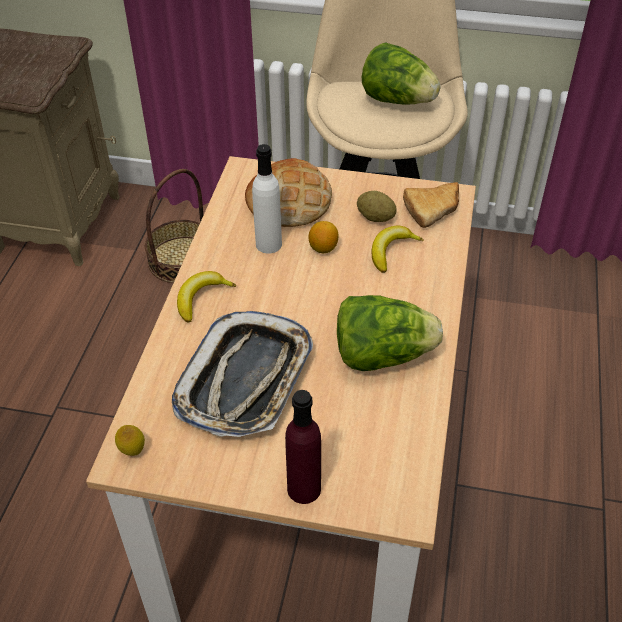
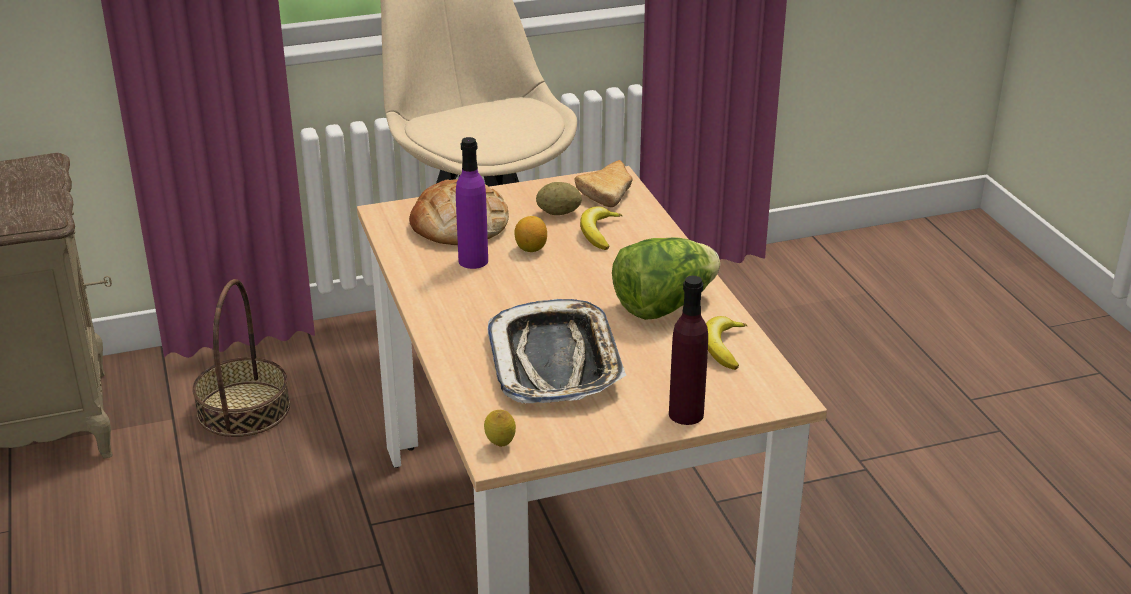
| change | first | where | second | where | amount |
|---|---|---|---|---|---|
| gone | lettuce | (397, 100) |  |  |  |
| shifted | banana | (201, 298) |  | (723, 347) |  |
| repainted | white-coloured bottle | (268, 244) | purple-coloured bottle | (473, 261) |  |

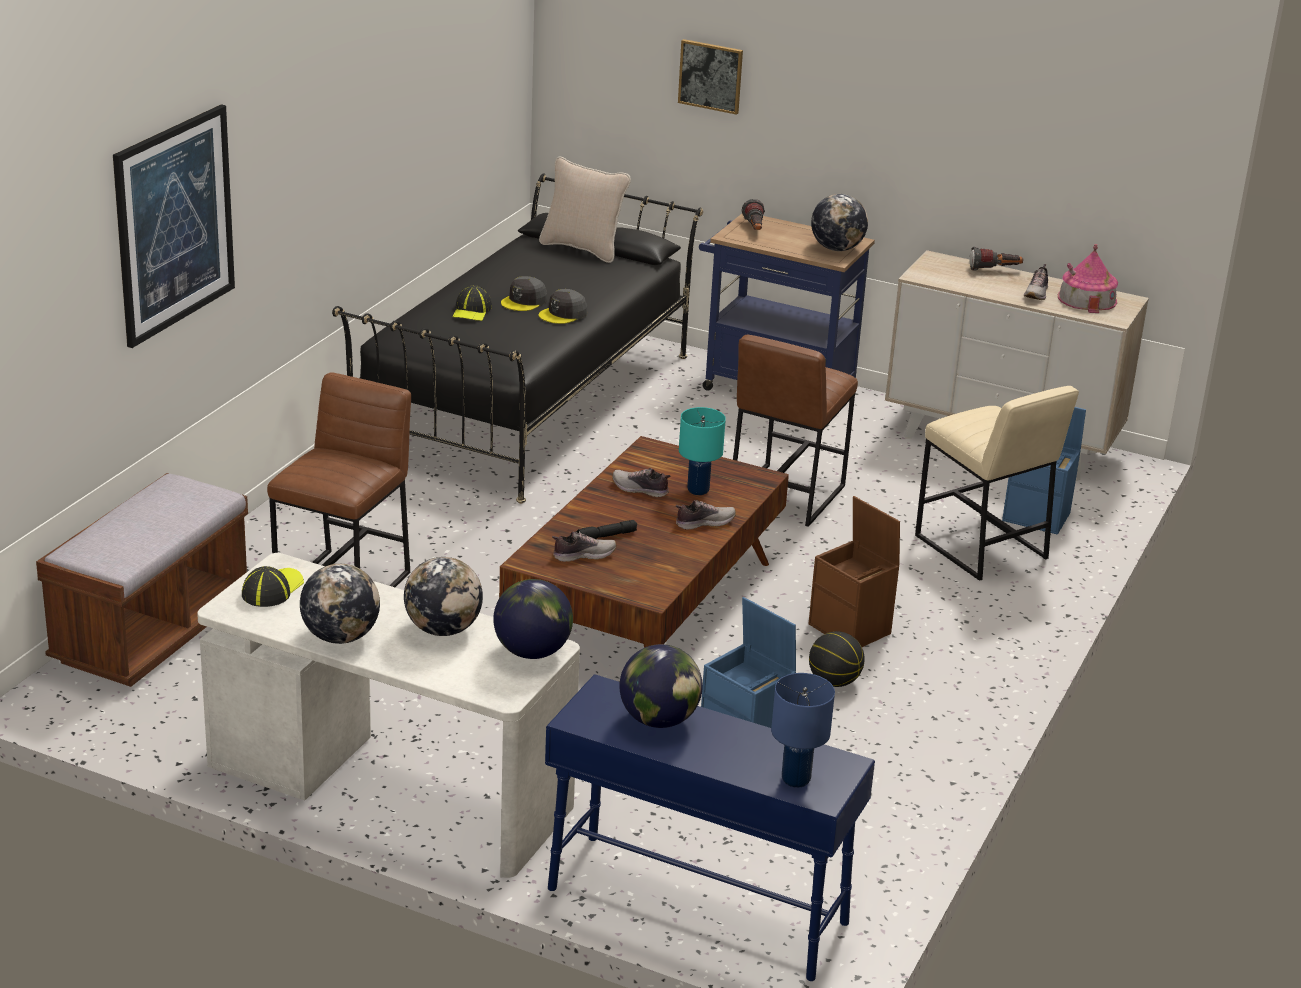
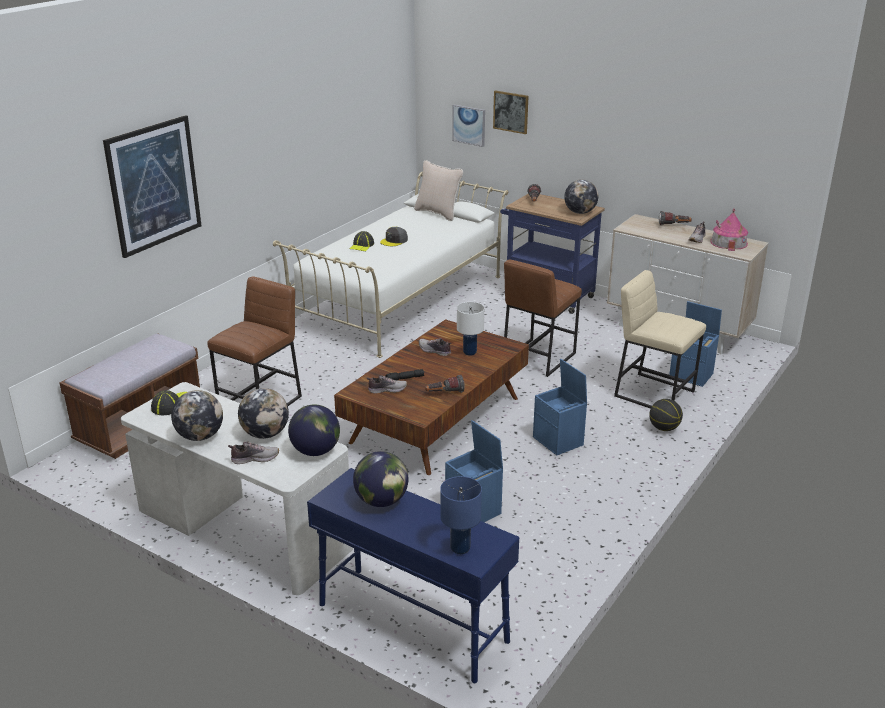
| change | first | where | second | where | amount |
|---|---|---|---|---|---|
| gone | grey baseball cap | (563, 314) |  |  |  |
| new |  |  | hand torch | (444, 393) |  |
| new |  |  | wall picture | (469, 125) |  |
| shifted | low shoe | (704, 523) |  | (255, 458) |  |
| shifted | basketball | (834, 682) |  | (664, 428) |  |
| repainted | black-coloured sleeping bed | (525, 403) | white-coloured sleeping bed | (399, 301) |  |
| repainted | turquoise tabletop lamp | (698, 491) | white-coloured tabletop lamp | (470, 353) |  |
| repainted | brown-coloured storage container | (851, 629) | bluish storage container | (559, 441) |  |
| rotated | beige-coloured chair | (982, 548) |  | (653, 393) | 150 degrees clockwise |

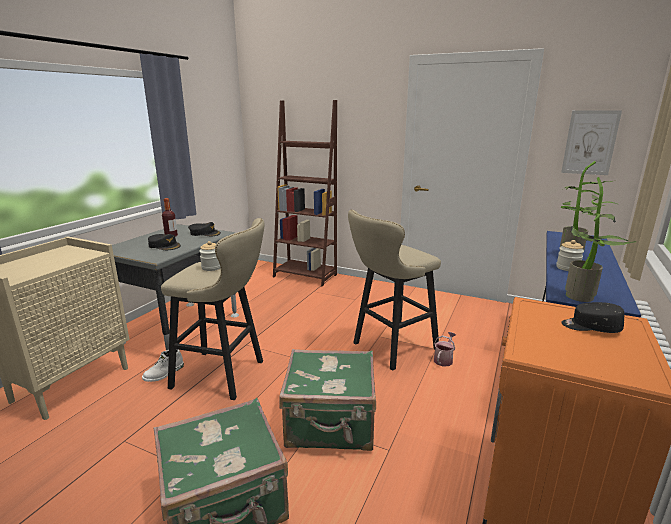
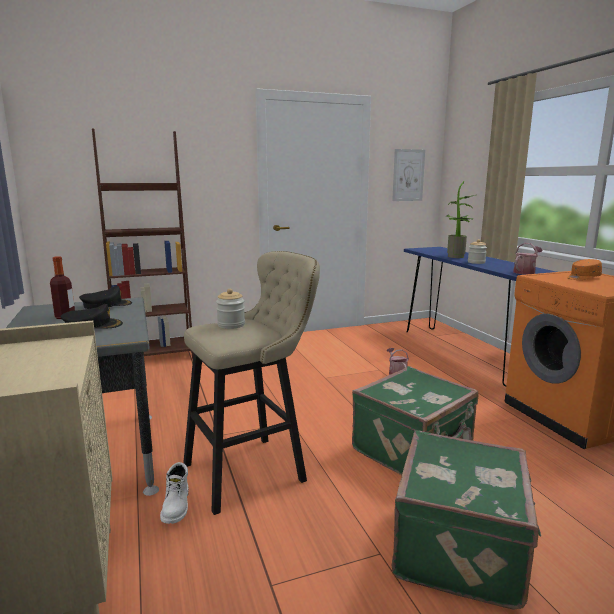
| change | first | where | second | where | amount |
|---|---|---|---|---|---|
| gone | beige-coloured stool | (388, 349) |  |  |  |
| swapped | houseplant | (584, 297) | watering can | (525, 272) |  |
| repainted | black-coloured baseball cap | (590, 327) | orange-coloured baseball cap | (582, 278) |  |

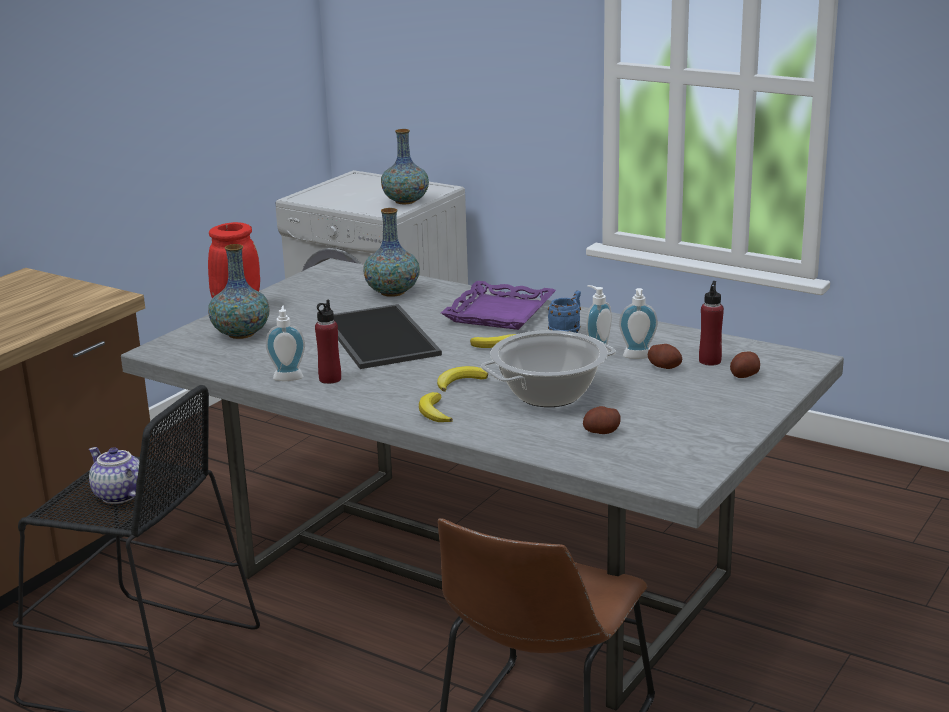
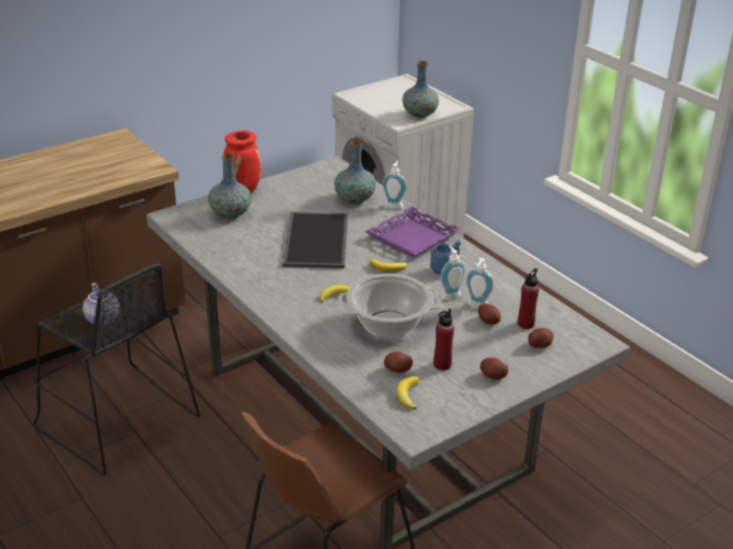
| change | first | where | second | where | amount |
|---|---|---|---|---|---|
| new |  |  | potato | (493, 376) |  |
| shifted | soap bottle | (288, 376) |  | (394, 205) |  |
| shifted | red-coloured bottle | (330, 379) |  | (442, 364) |  |
| shifted | banana | (434, 412) |  | (408, 395) |  |

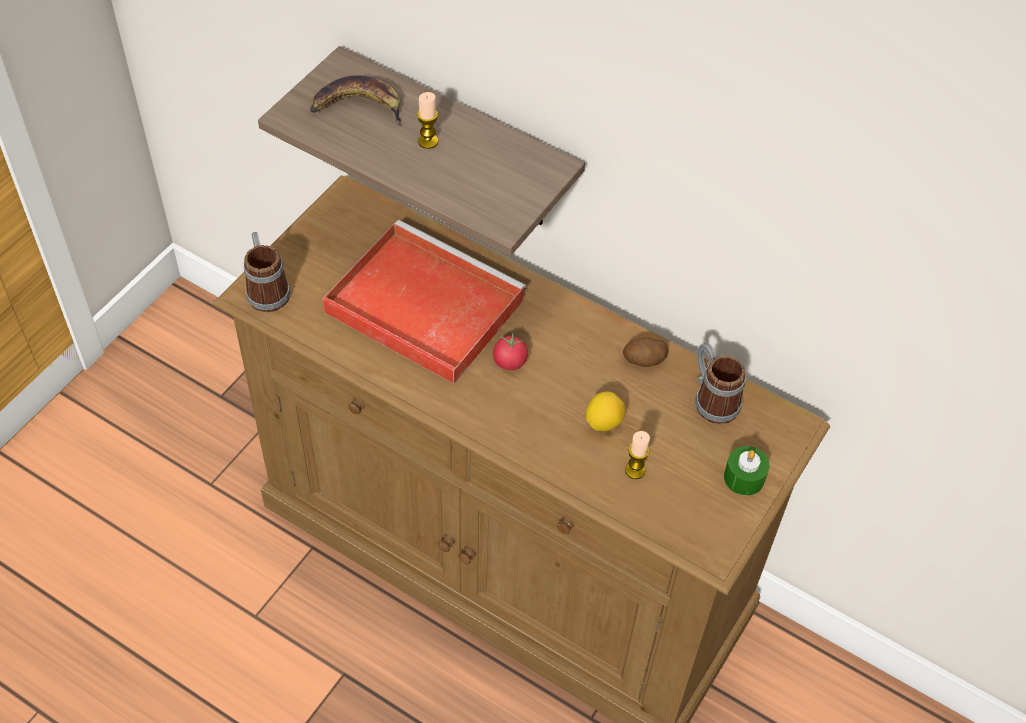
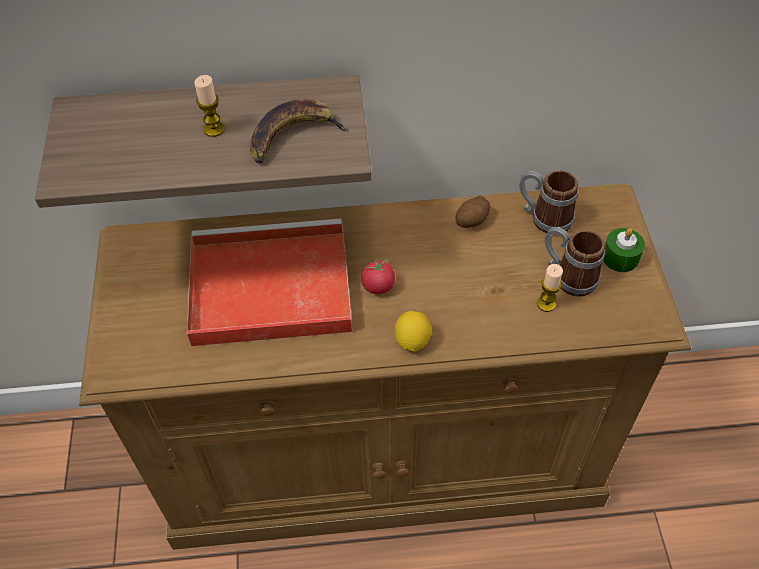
| change | first | where | second | where | amount |
|---|---|---|---|---|---|
| shifted | tea mug | (266, 289) |  | (568, 275) |  |
| shifted | banana | (359, 106) |  | (293, 135) |  |
| shifted | whole lemon | (603, 422) |  | (412, 341) |  |

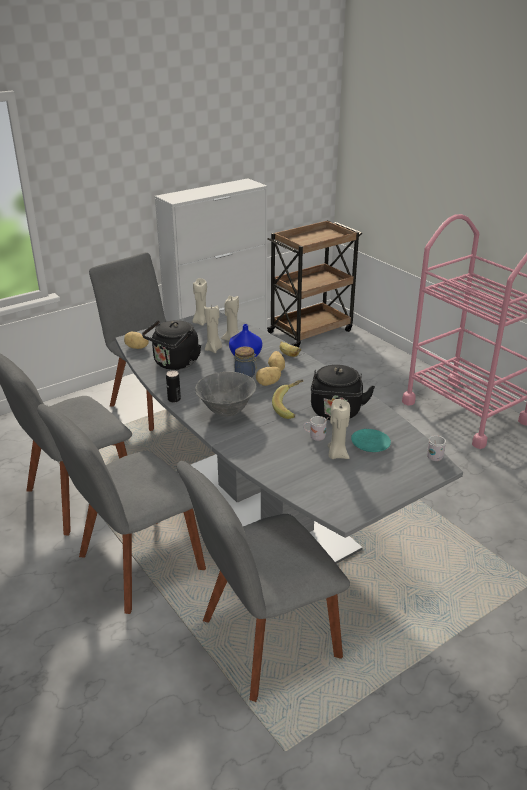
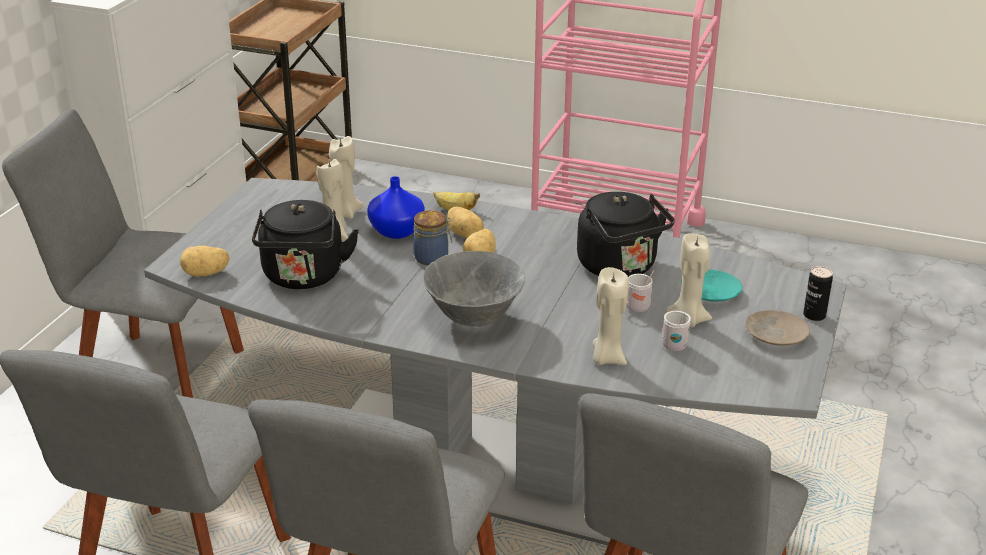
| change | first | where | second | where | amount |
|---|---|---|---|---|---|
| gone | banana | (291, 408) |  |  |  |
| new |  |  | beige-coloured plate | (775, 335) |  |
| shifted | metal can | (174, 399) |  | (814, 315) |  |
| shifted | beige-coloured candle | (201, 322) |  | (607, 358) |  |
| shifted | white-coloured tea mug | (435, 456) |  | (673, 343) |  |

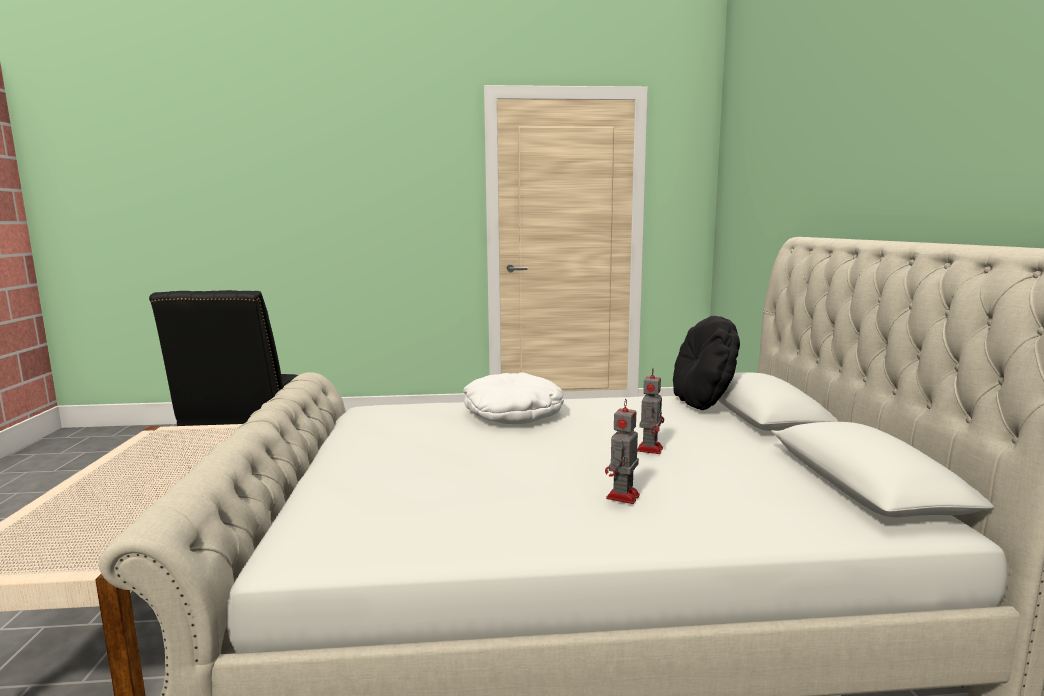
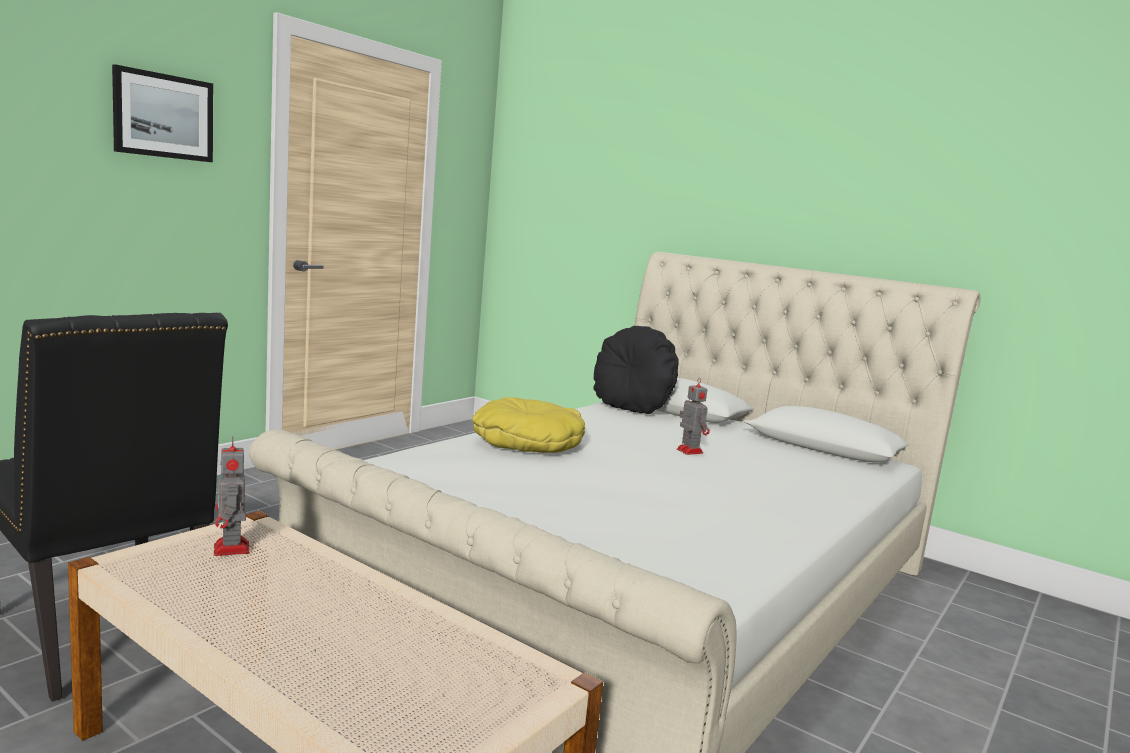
| change | first | where | second | where | amount |
|---|---|---|---|---|---|
| new |  |  | wall picture | (163, 116) |  |
| shifted | robot figure | (622, 497) |  | (231, 549) |  |
| repainted | white-coloured throw pillow | (515, 414) | yellow throw pillow | (529, 443) |  |

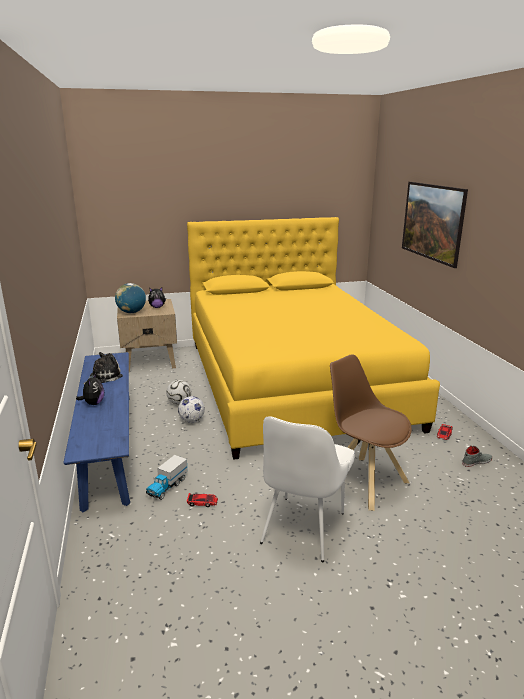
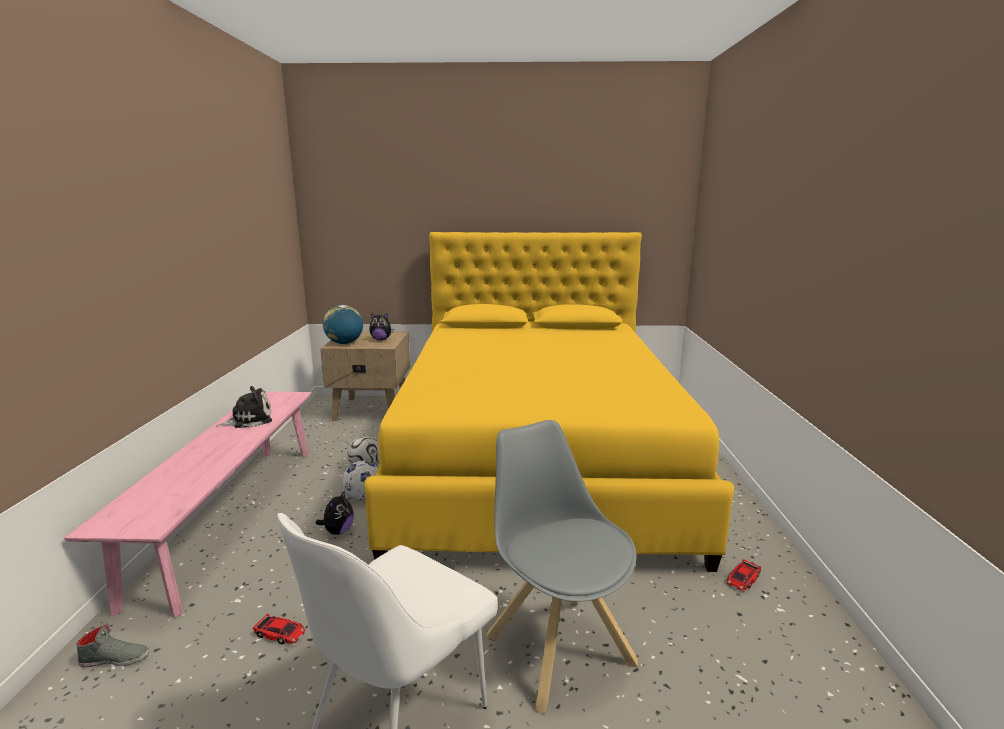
| change | first | where | second | where | amount |
|---|---|---|---|---|---|
| gone | toy truck | (167, 487) |  |  |  |
| gone | wall picture | (430, 239) |  |  |  |
| shifted | soft toy | (93, 403) |  | (338, 531) |  |
| shifted | grey low shoe | (476, 461) |  | (115, 658) |  |
| repainted | bluish bench | (109, 445) | pinkish bench | (232, 515) |  |
| repainted | brown-coloured chair | (363, 481) | grey chair | (557, 645) |  |

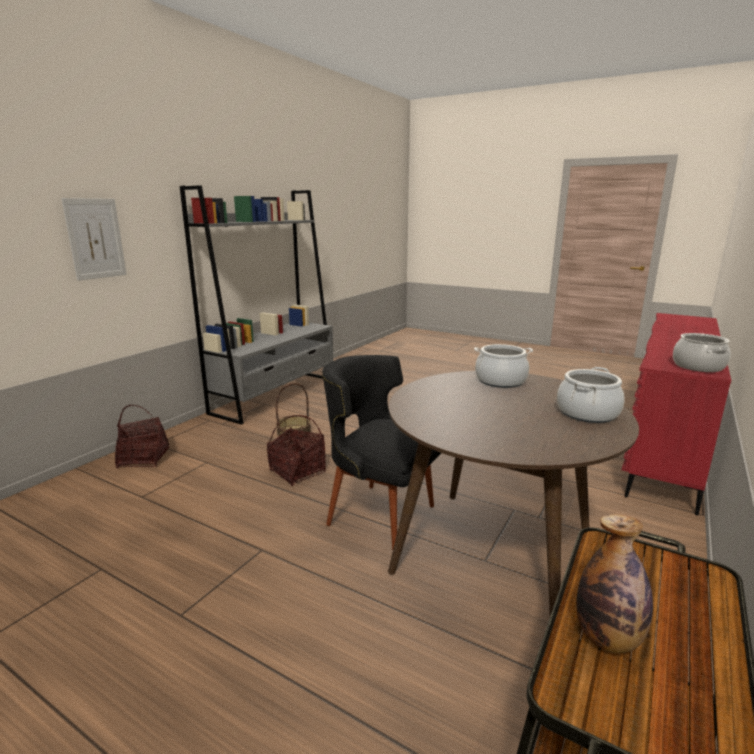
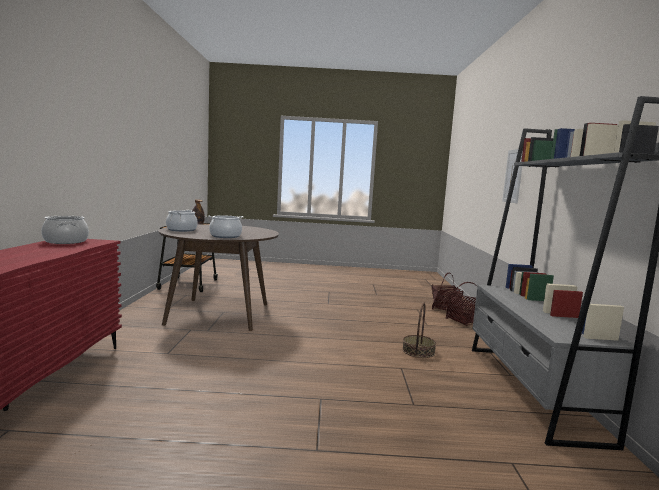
| change | first | where | second | where | amount |
|---|---|---|---|---|---|
| gone | black-coloured chair | (382, 516) |  |  |  |
| shifted | storage basket | (297, 471) |  | (445, 308) |  |

